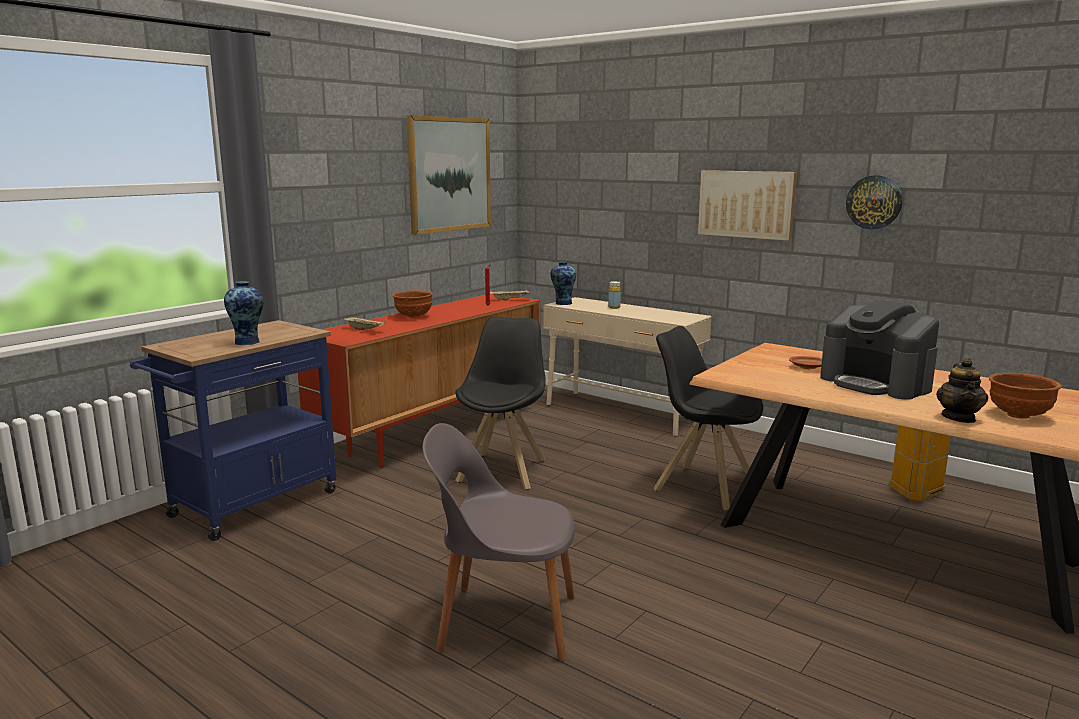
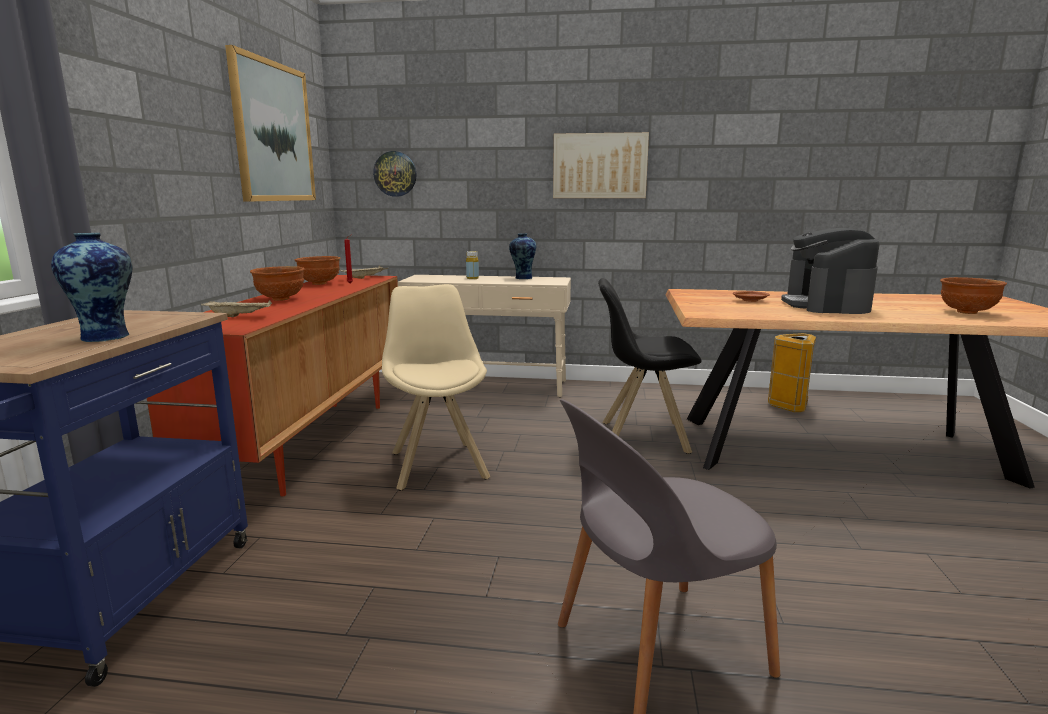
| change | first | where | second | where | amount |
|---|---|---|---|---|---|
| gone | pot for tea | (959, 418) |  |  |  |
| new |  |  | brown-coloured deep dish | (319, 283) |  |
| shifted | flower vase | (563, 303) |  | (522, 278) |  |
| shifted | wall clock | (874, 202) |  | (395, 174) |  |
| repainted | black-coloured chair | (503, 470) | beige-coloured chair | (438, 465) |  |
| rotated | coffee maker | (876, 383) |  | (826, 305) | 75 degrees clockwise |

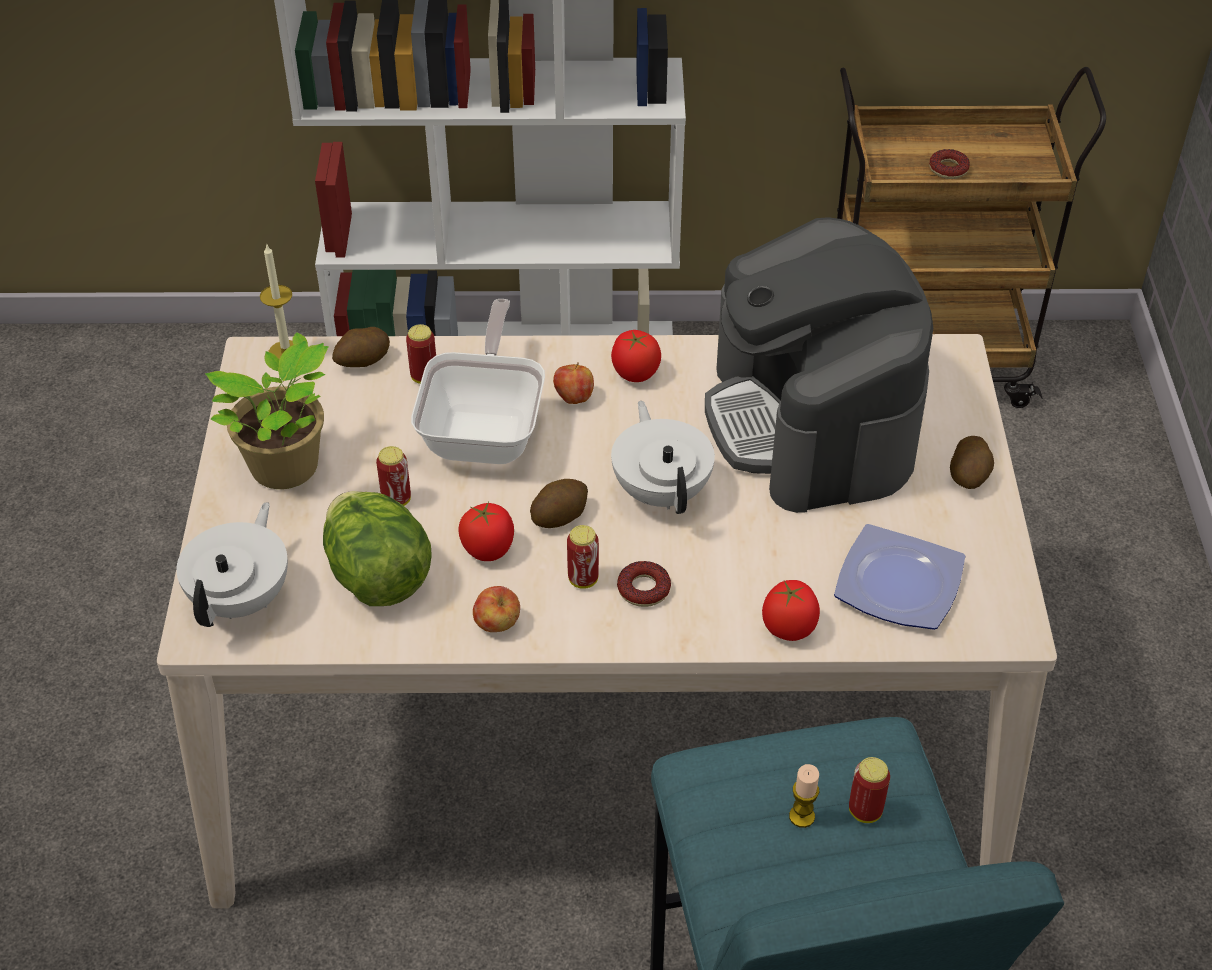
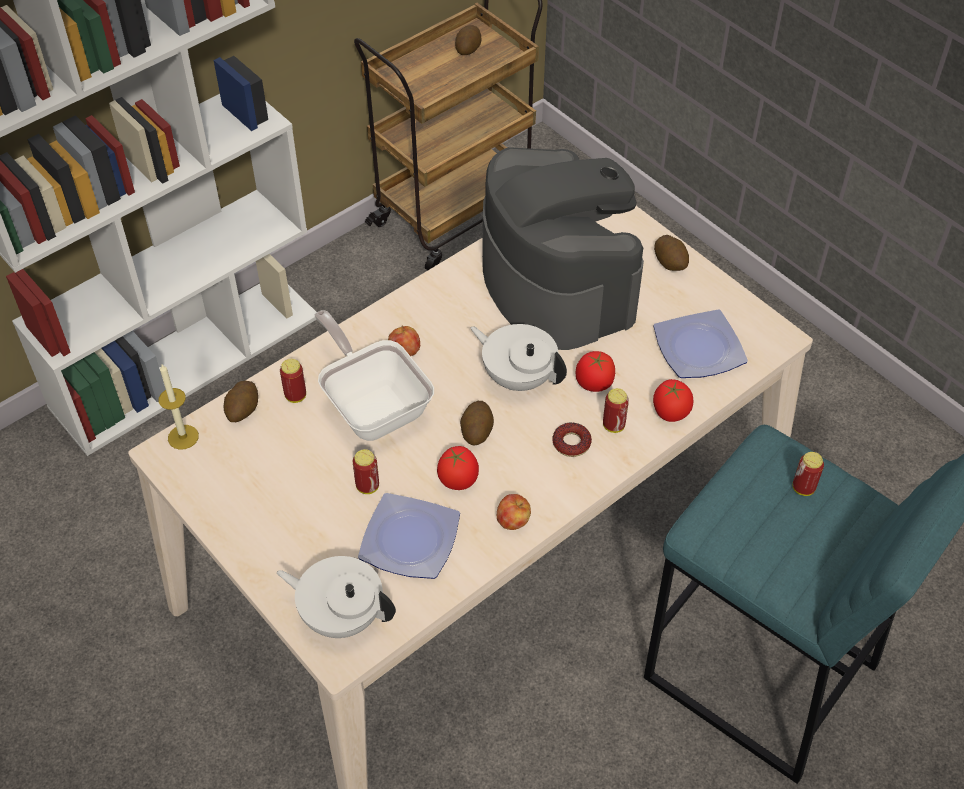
| change | first | where | second | where | amount |
|---|---|---|---|---|---|
| gone | houseplant | (288, 469) |  |  |  |
| gone | candle | (801, 816) |  |  |  |
| gone | donut | (948, 169) |  |  |  |
| new |  |  | potato | (468, 48) |  |
| shifted | metal can | (583, 579) |  | (613, 425) |  |
| shifted | tomato | (635, 374) |  | (594, 384) |  |
| swapped | lettuce | (378, 577) | plate | (411, 542) |  |
| rotated | white-coloured pot for tea | (242, 598) |  | (341, 615) | 45 degrees counterclockwise |
| rotated | coffee maker | (811, 423) |  | (557, 282) | 150 degrees counterclockwise |

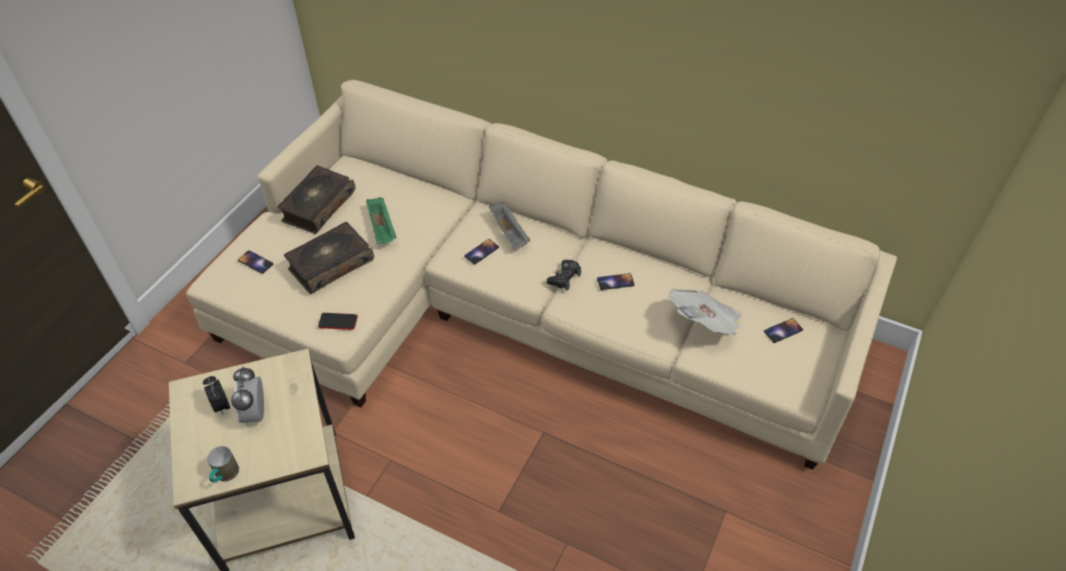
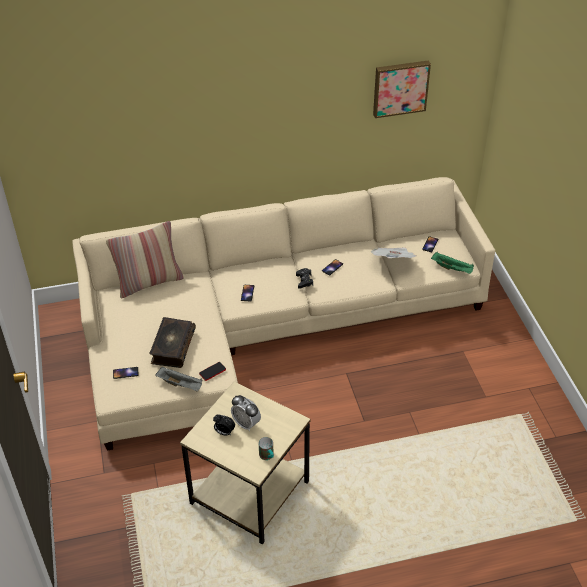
| change | first | where | second | where | amount |
|---|---|---|---|---|---|
| gone | volume | (318, 206) |  |  |  |
| new |  |  | throw pillow | (149, 282) |  |
| new |  |  | wall picture | (400, 88) |  |
| shifted | green carrying tray | (382, 229) |  | (452, 268) |  |
| shifted | grey carrying tray | (509, 233) |  | (181, 384) |  |

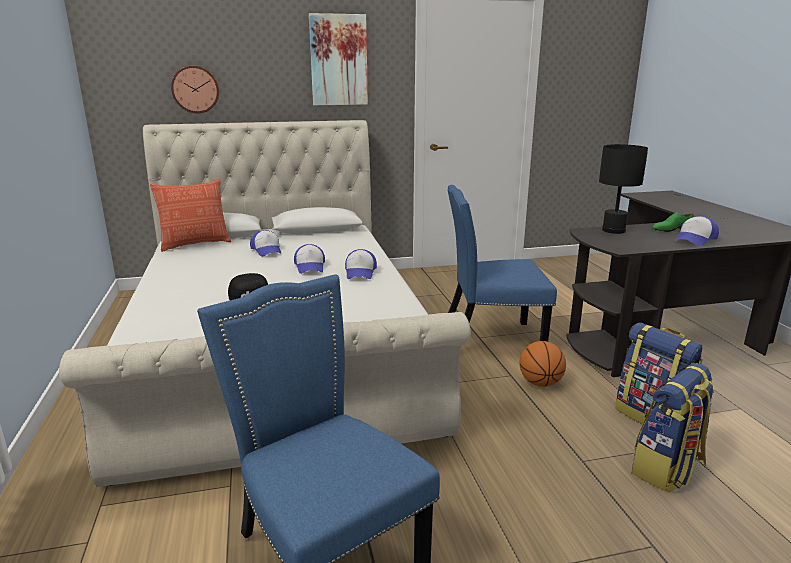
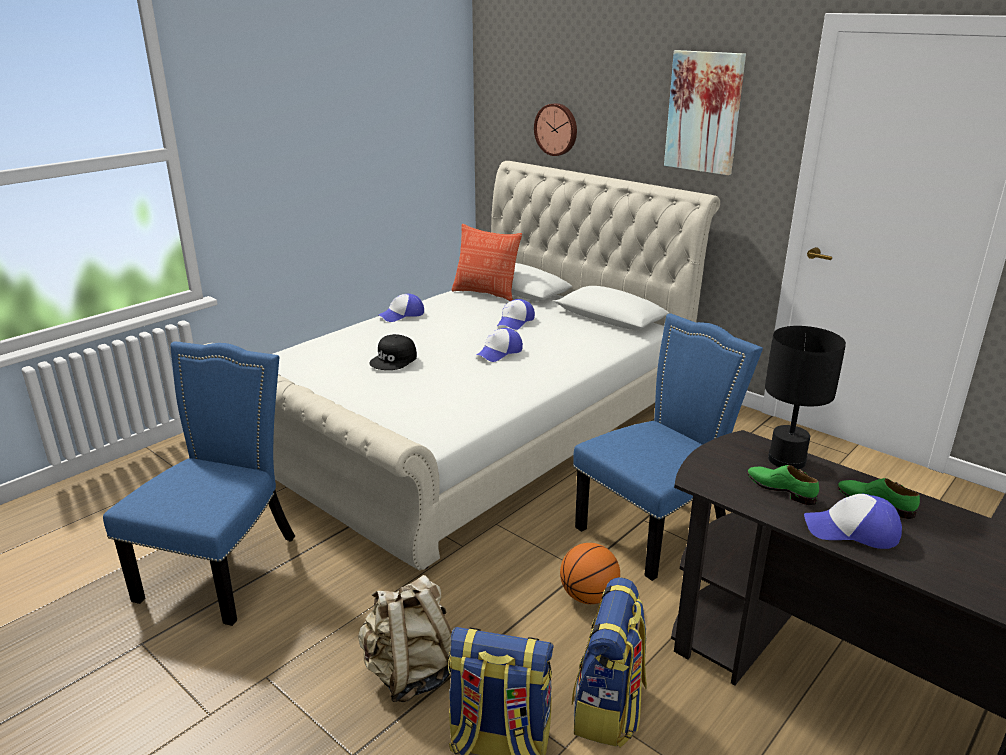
| change | first | where | second | where | amount |
|---|---|---|---|---|---|
| new |  |  | beige-coloured rucksack | (411, 673) |  |
| new |  |  | green low shoe | (780, 489) |  |
| shifted | baseball cap | (360, 272) |  | (402, 315) |  |
| rotated | bluish chair | (493, 339) |  | (652, 530) | 90 degrees clockwise |

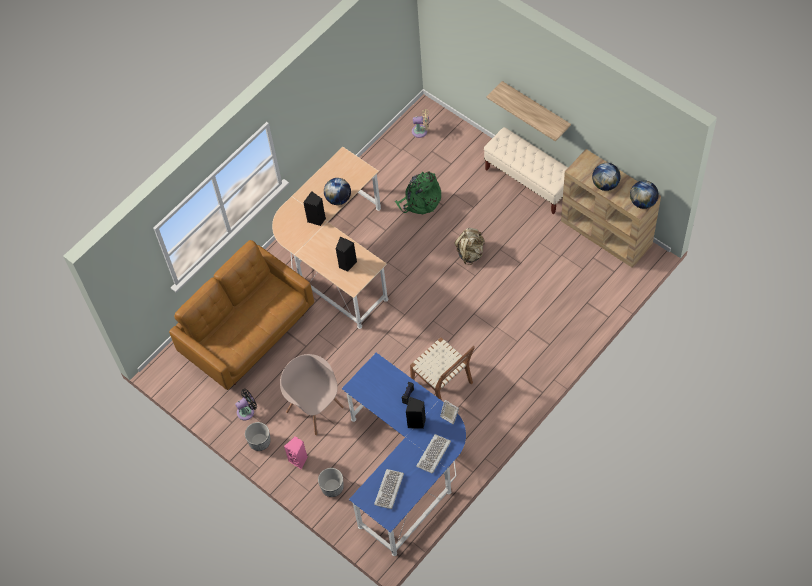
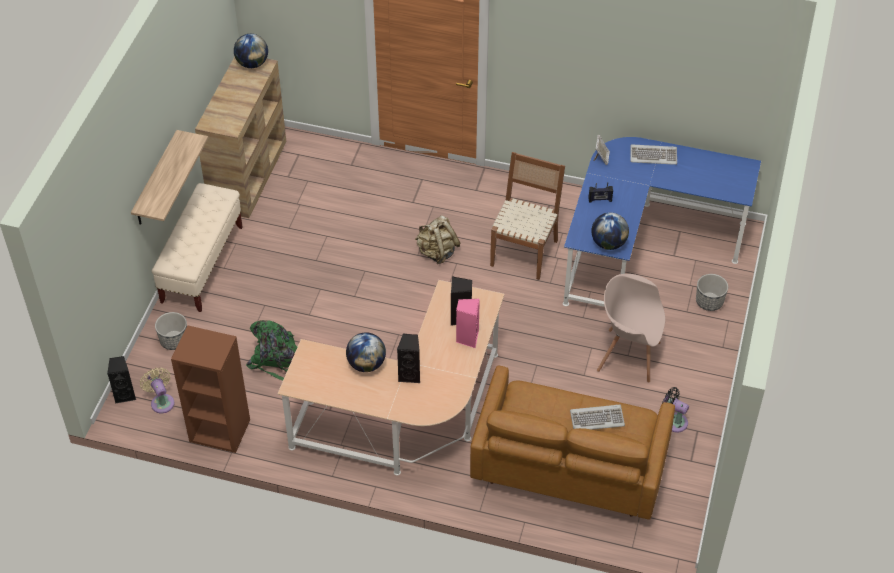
| change | first | where | second | where | amount |
|---|---|---|---|---|---|
| new |  |  | brown-coloured shelving unit | (219, 431) |  |
| shifted | plant pot | (260, 441) |  | (174, 340) |  |
| shifted | pinkish audio speaker | (299, 460) |  | (467, 338) |  |
| shifted | keyboard | (389, 490) |  | (597, 418) |  |
| shifted | black-coloured audio speaker | (416, 422) |  | (125, 394) |  |
| shifted | beige-coloured rucksack | (470, 253) |  | (437, 252) |  |
| shifted | desk globe | (605, 184) |  | (608, 243) |  |
| rotated | beige-coloured chair | (314, 408) |  | (627, 356) | 90 degrees clockwise |

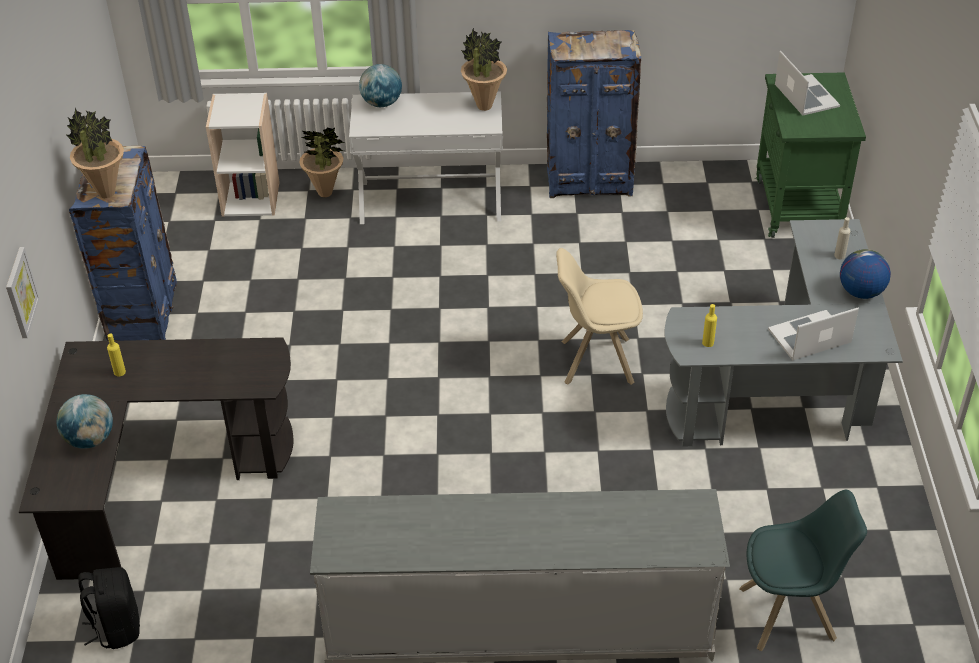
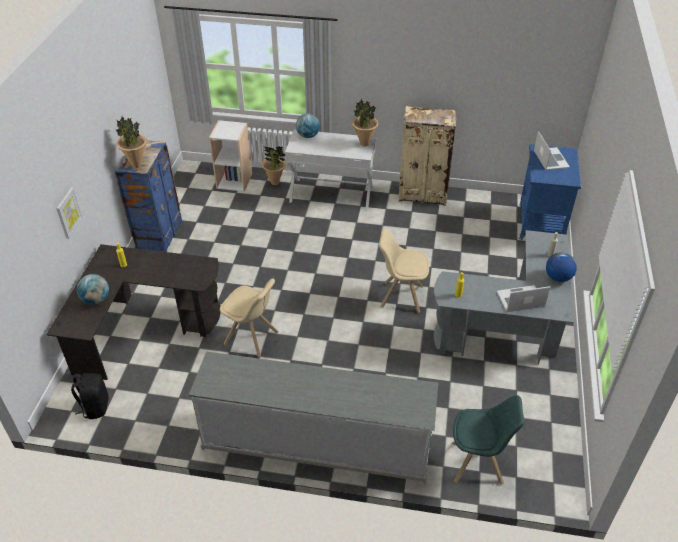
| change | first | where | second | where | amount |
|---|---|---|---|---|---|
| new |  |  | beige-coloured chair | (251, 337) |  |
| repainted | bluish cupboard | (589, 181) | beige-coloured cupboard | (423, 194) |  |
| repainted | green wheeled cart | (797, 209) | bluish wheeled cart | (540, 225) |  |

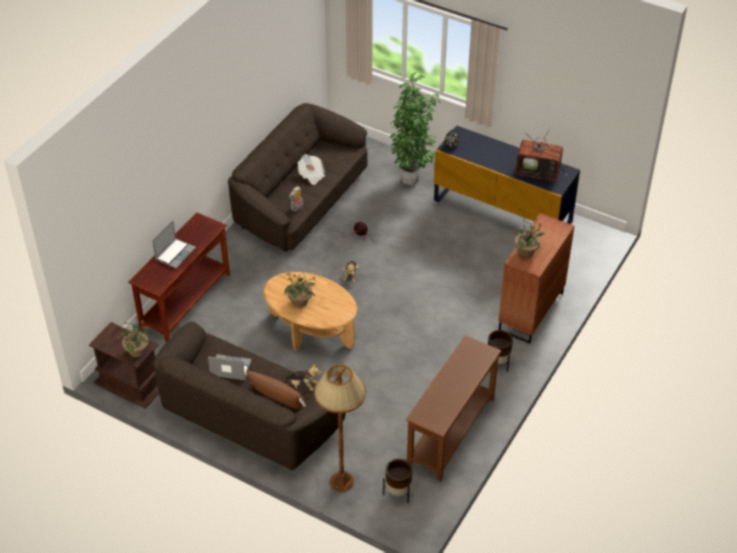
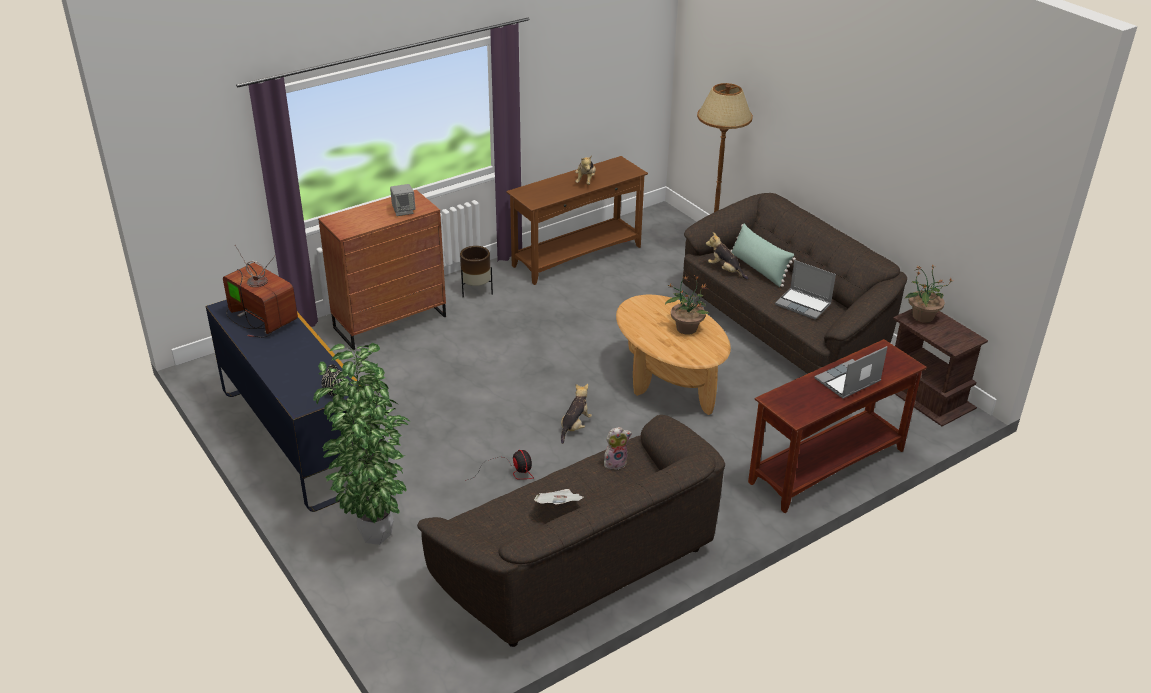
| change | first | where | second | where | amount |
|---|---|---|---|---|---|
| gone | brown-coloured plant pot | (398, 493) |  |  |  |
| new |  |  | soft toy | (585, 181) |  |
| swapped | houseplant | (526, 252) | grey audio speaker | (403, 211) |  |
| repainted | brown-coloured throw pillow | (277, 397) | green throw pillow | (759, 269) |  |

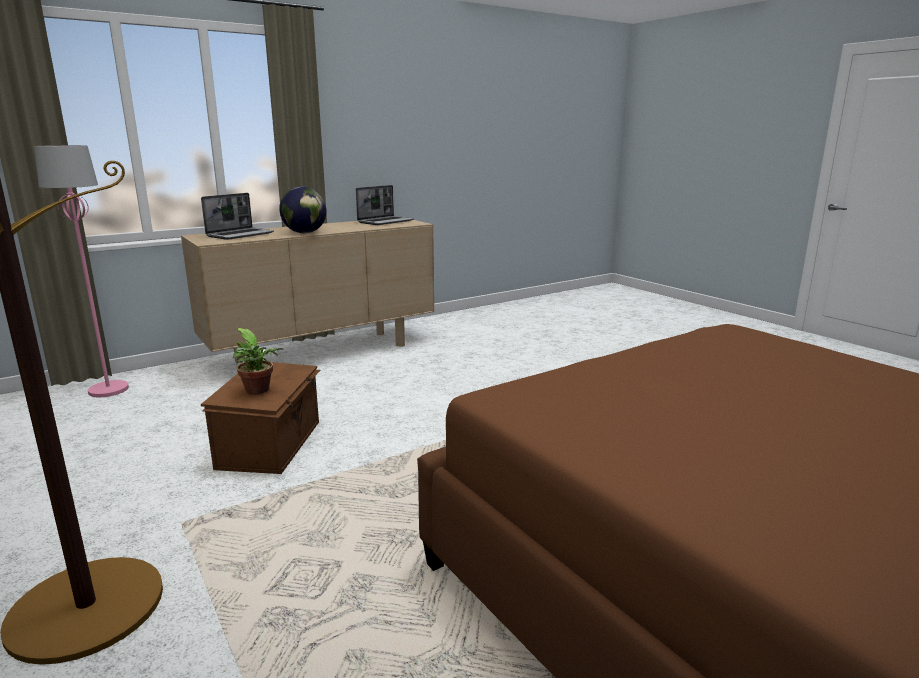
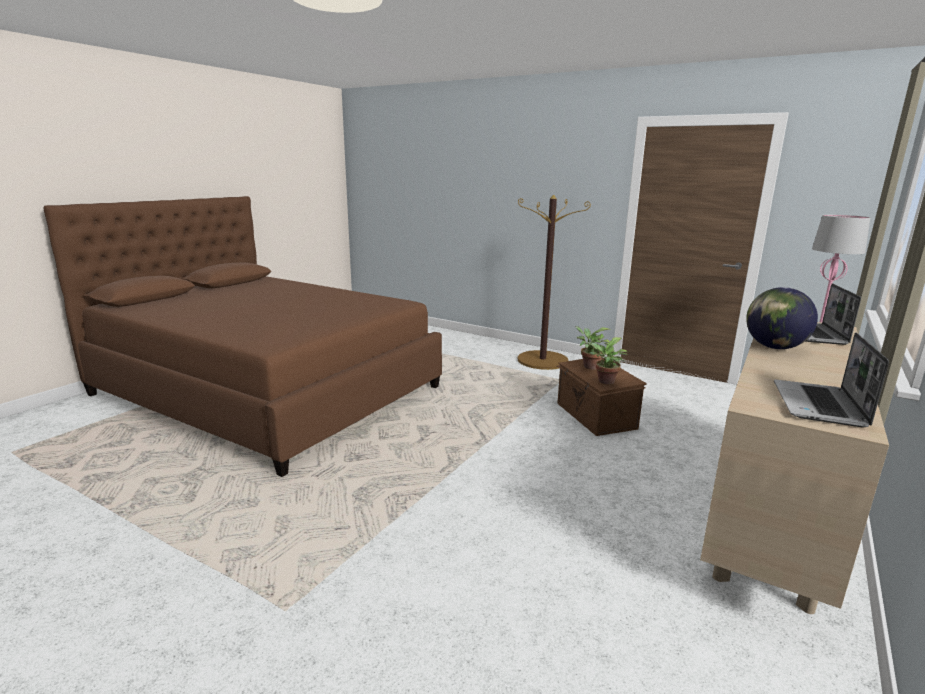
| change | first | where | second | where | amount |
|---|---|---|---|---|---|
| new |  |  | houseplant | (604, 382) |  |

